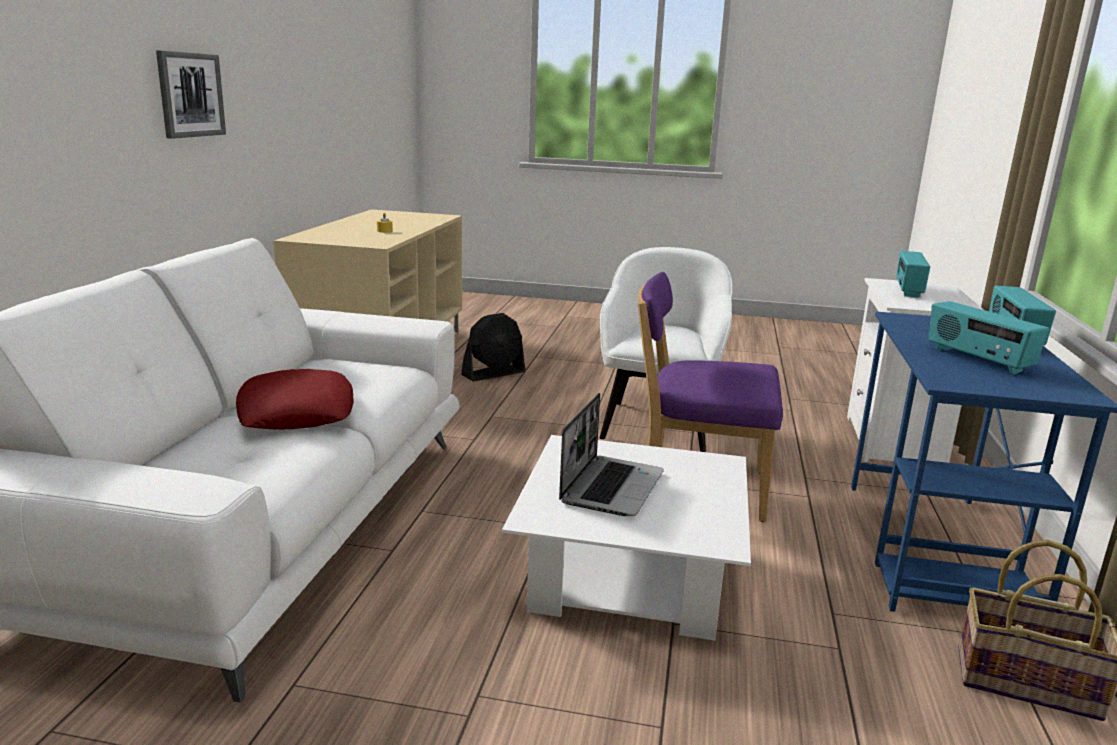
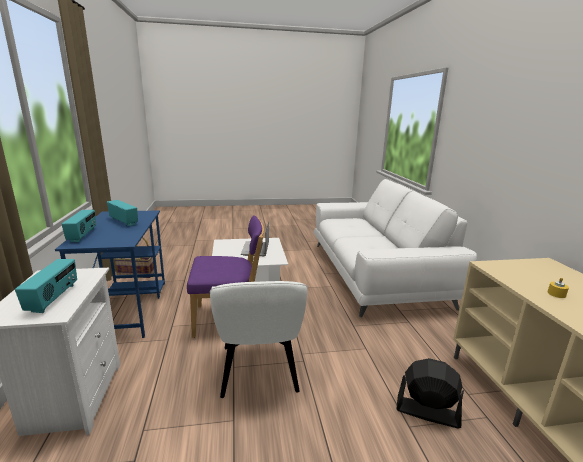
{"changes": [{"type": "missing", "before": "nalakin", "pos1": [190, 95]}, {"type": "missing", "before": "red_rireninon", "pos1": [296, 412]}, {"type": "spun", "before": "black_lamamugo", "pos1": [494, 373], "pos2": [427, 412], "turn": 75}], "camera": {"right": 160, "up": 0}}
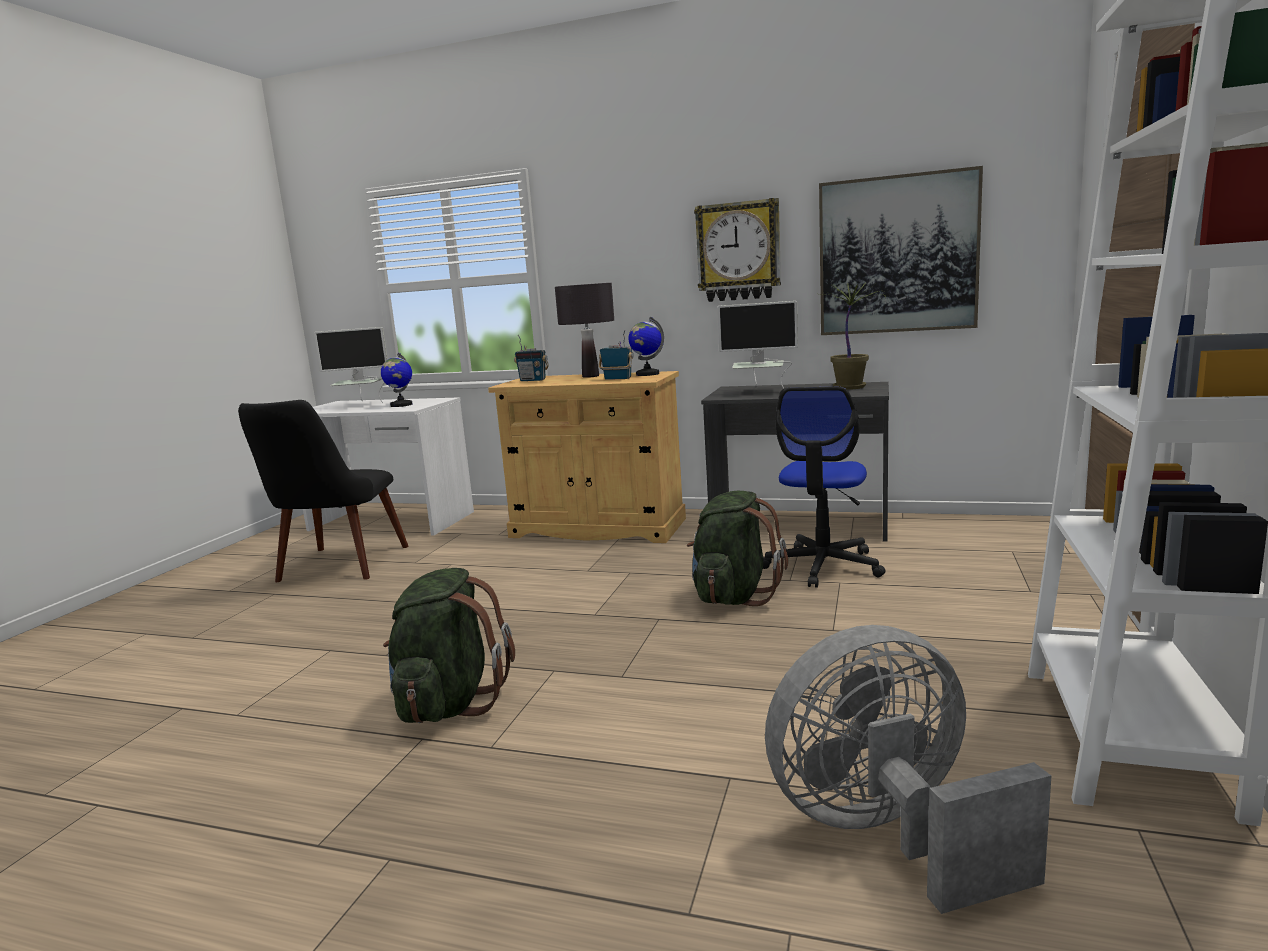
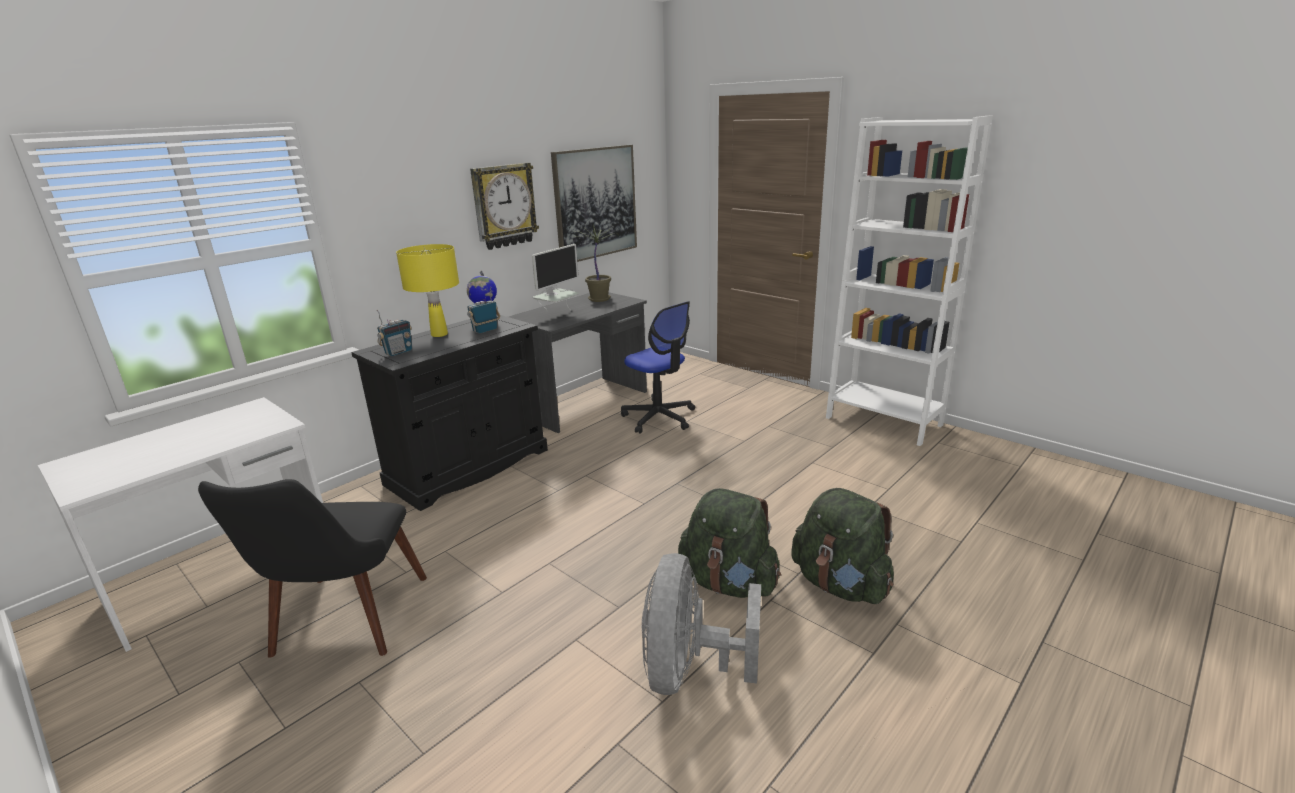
{"changes": [{"type": "missing", "before": "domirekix", "pos1": [361, 405]}, {"type": "missing", "before": "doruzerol", "pos1": [401, 405]}, {"type": "relocated", "before": "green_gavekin", "pos1": [733, 596], "pos2": [840, 584]}, {"type": "relocated", "before": "grey_lamamugo", "pos1": [888, 834], "pos2": [689, 670]}, {"type": "colour", "before": "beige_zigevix", "after": "black_zigevix", "pos1": [597, 528], "pos2": [468, 467]}, {"type": "colour", "before": "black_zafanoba", "after": "yellow_zafanoba", "pos1": [590, 376], "pos2": [439, 334]}, {"type": "spun", "before": "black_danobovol", "pos1": [336, 569], "pos2": [343, 628], "turn": 60}], "camera": {"right": -65, "up": 10}}
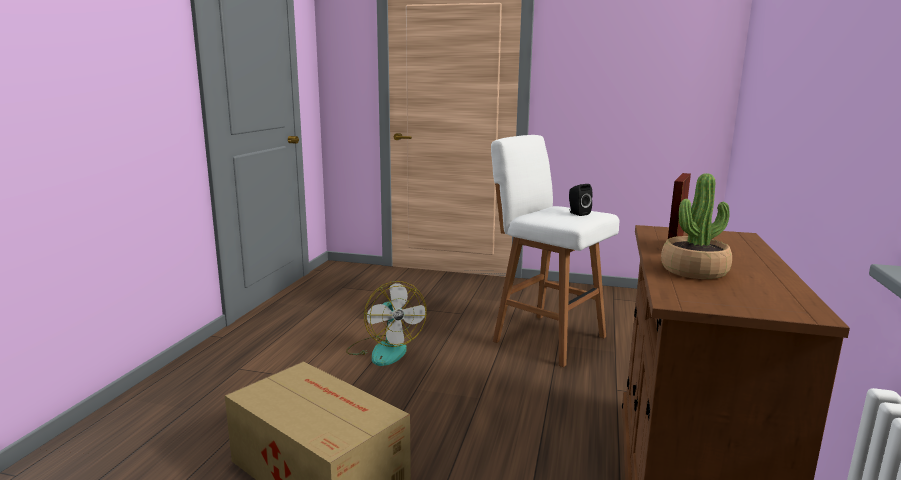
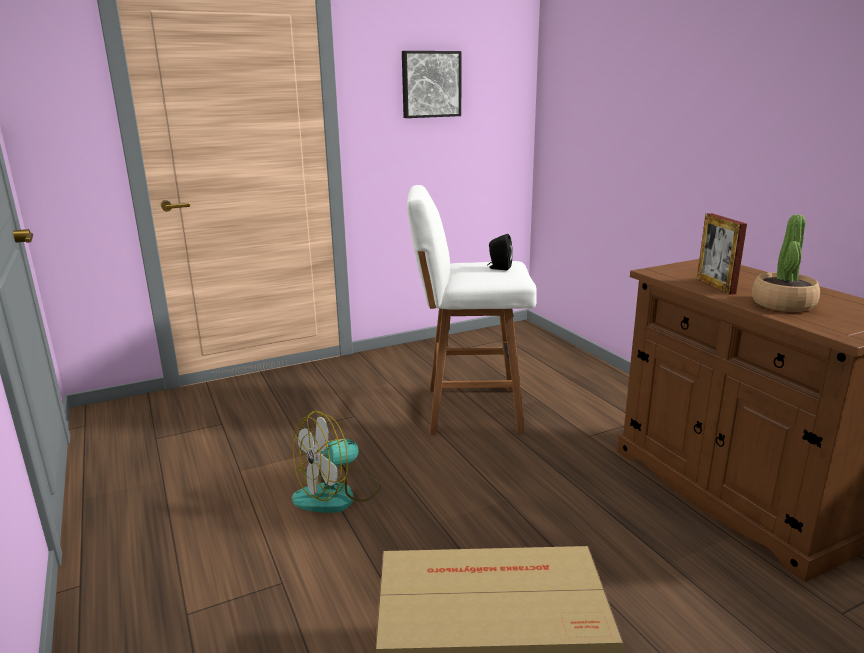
{"changes": [{"type": "appeared", "after": "nalakin", "pos2": [430, 84]}, {"type": "spun", "before": "lamamugo", "pos1": [384, 350], "pos2": [337, 494], "turn": 120}], "camera": {"right": -40, "up": 5}}
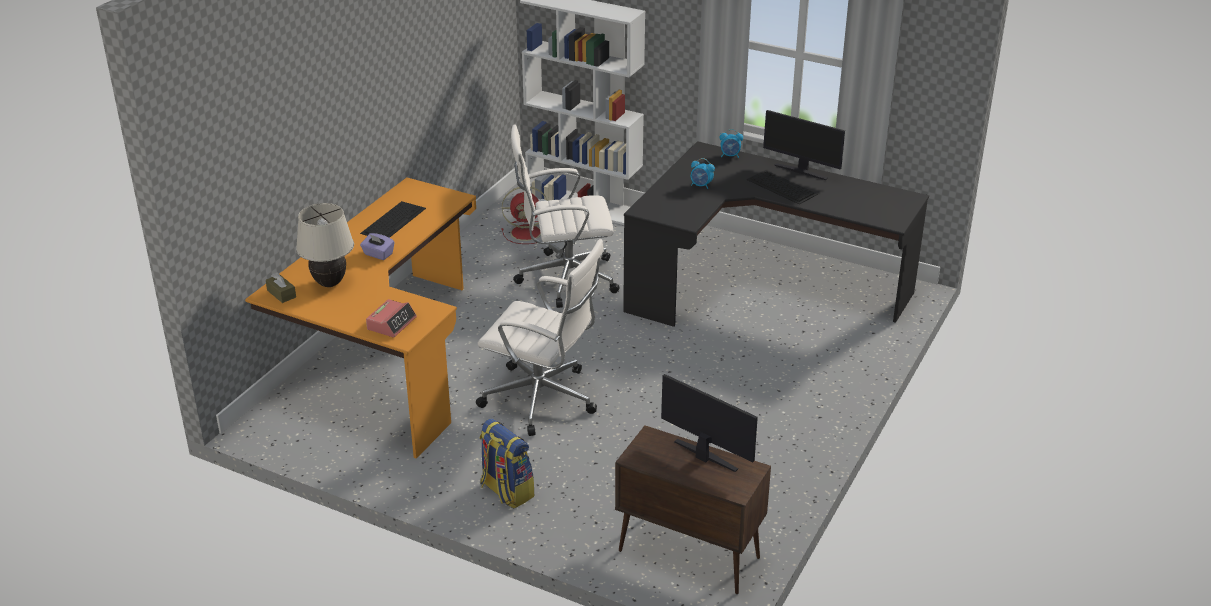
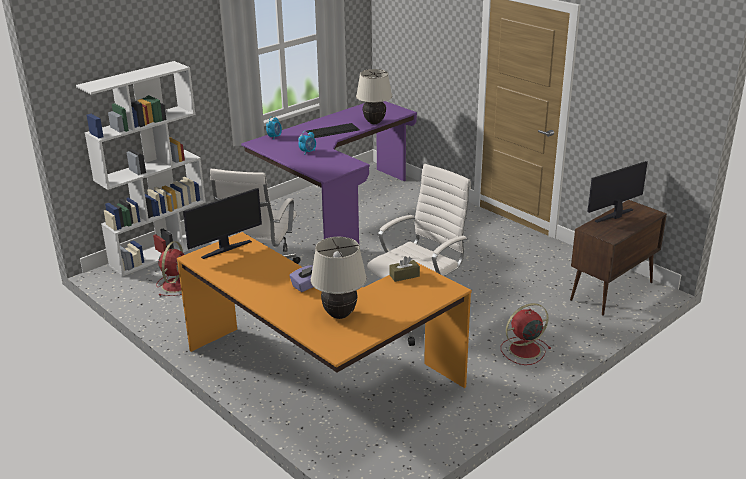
{"changes": [{"type": "missing", "before": "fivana", "pos1": [393, 220]}, {"type": "missing", "before": "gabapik", "pos1": [391, 323]}, {"type": "appeared", "after": "beige_zafanoba", "pos2": [374, 122]}, {"type": "relocated", "before": "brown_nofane", "pos1": [281, 294], "pos2": [404, 275]}, {"type": "relocated", "before": "domirekix", "pos1": [801, 171], "pos2": [225, 249]}, {"type": "exchanged", "before": "gavekin", "after": "red_lamamugo", "pos1": [506, 491], "pos2": [523, 350]}, {"type": "colour", "before": "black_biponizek", "after": "purple_biponizek", "pos1": [760, 287], "pos2": [334, 211]}], "camera": {"right": -70, "up": -5}}
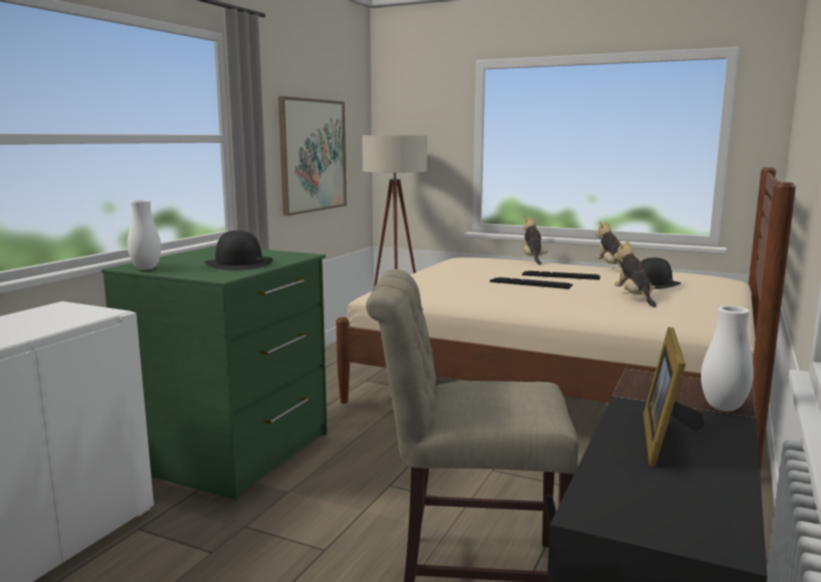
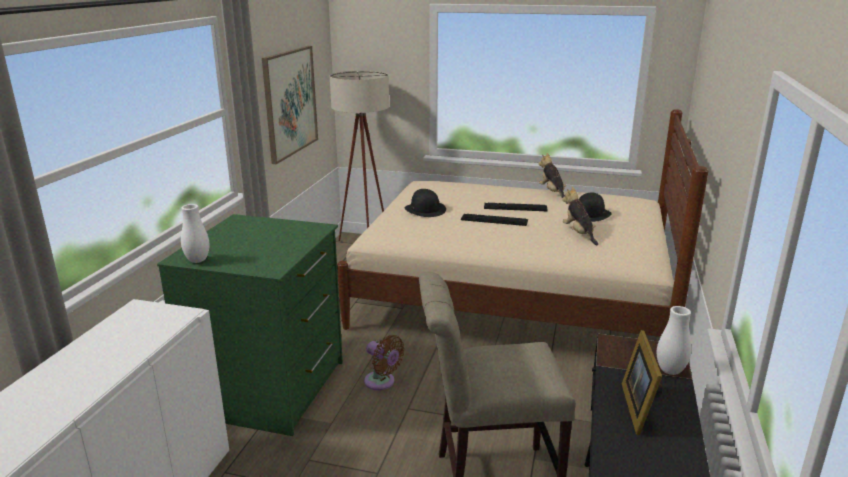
{"changes": [{"type": "missing", "before": "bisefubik", "pos1": [533, 259]}, {"type": "appeared", "after": "brown_lamamugo", "pos2": [382, 382]}, {"type": "relocated", "before": "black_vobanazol", "pos1": [239, 264], "pos2": [425, 209]}], "camera": {"right": -10, "up": 10}}
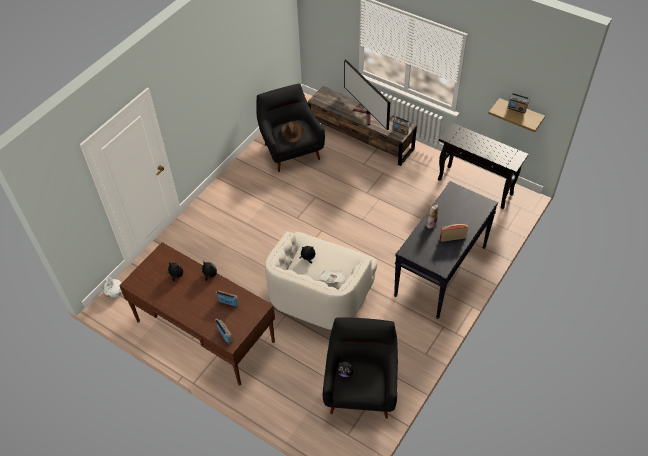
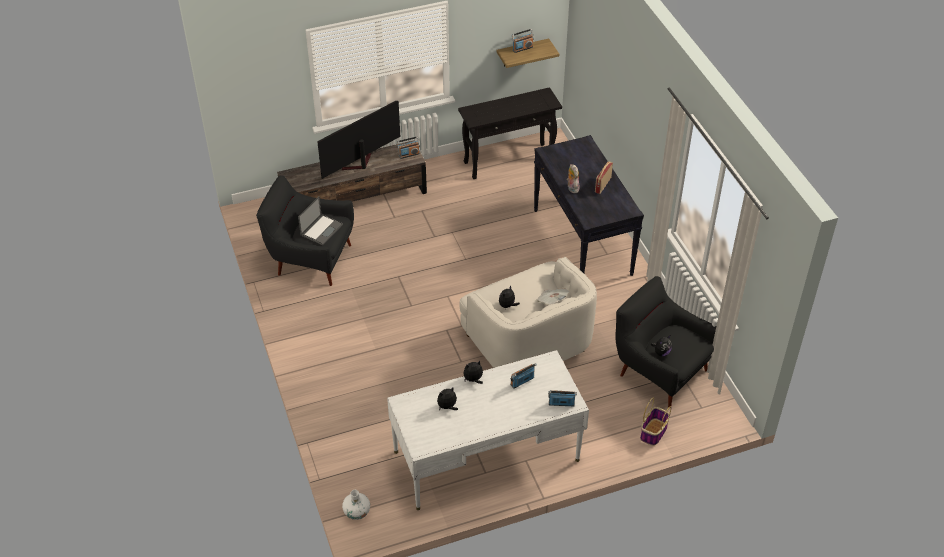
{"changes": [{"type": "appeared", "after": "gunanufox", "pos2": [653, 433]}, {"type": "exchanged", "before": "brown_vobanazol", "after": "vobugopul", "pos1": [293, 133], "pos2": [322, 229]}, {"type": "colour", "before": "brown_biponizek", "after": "white_biponizek", "pos1": [205, 331], "pos2": [486, 456]}, {"type": "spun", "before": "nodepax", "pos1": [366, 115], "pos2": [359, 165], "turn": 135}], "camera": {"right": -55, "up": -5}}
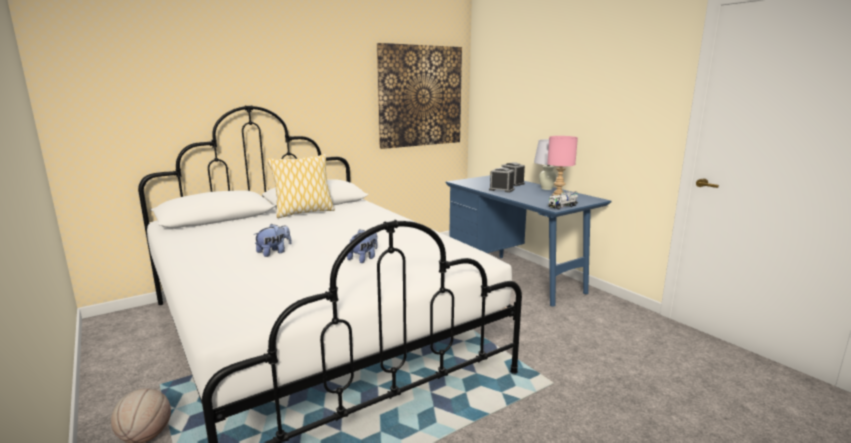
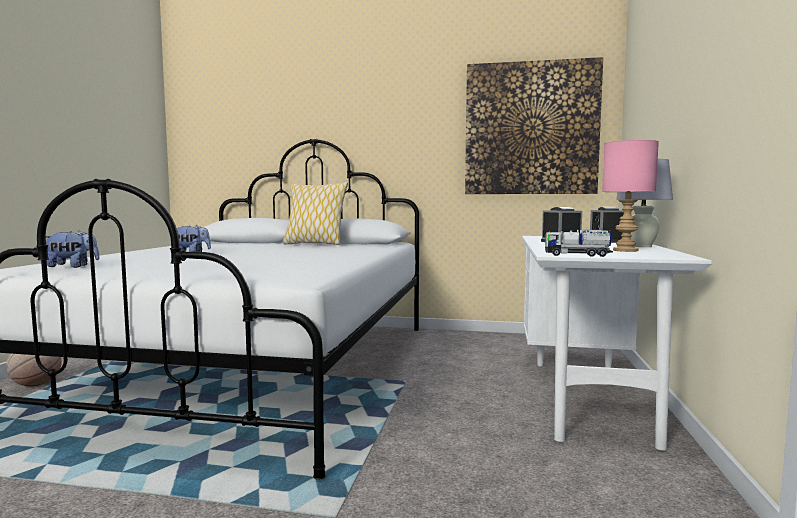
{"changes": [{"type": "relocated", "before": "bisefubik", "pos1": [364, 258], "pos2": [72, 266]}, {"type": "colour", "before": "blue_biponizek", "after": "white_biponizek", "pos1": [516, 275], "pos2": [585, 392]}], "camera": {"right": 45, "up": -10}}
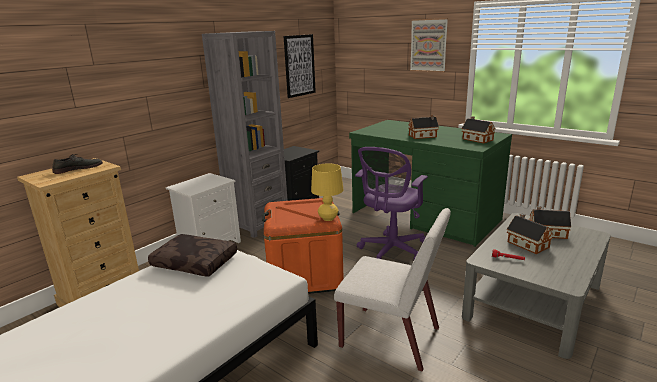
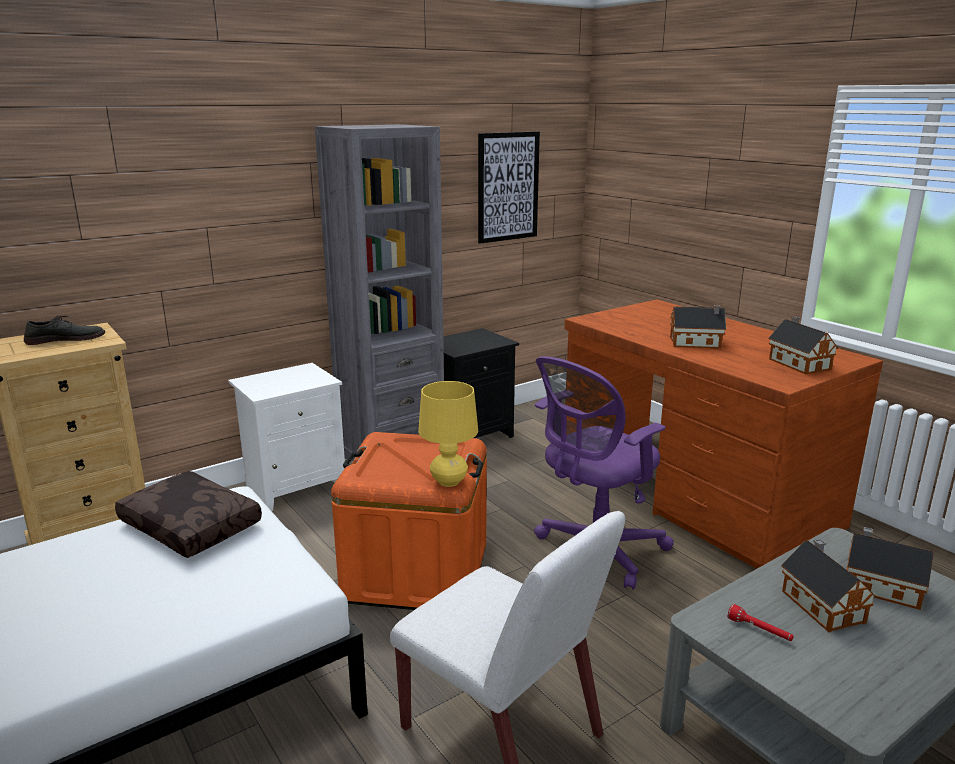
{"changes": [{"type": "missing", "before": "nalakin", "pos1": [428, 45]}, {"type": "colour", "before": "green_biponizek", "after": "brown_biponizek", "pos1": [424, 216], "pos2": [693, 494]}], "camera": {"right": 15, "up": 0}}
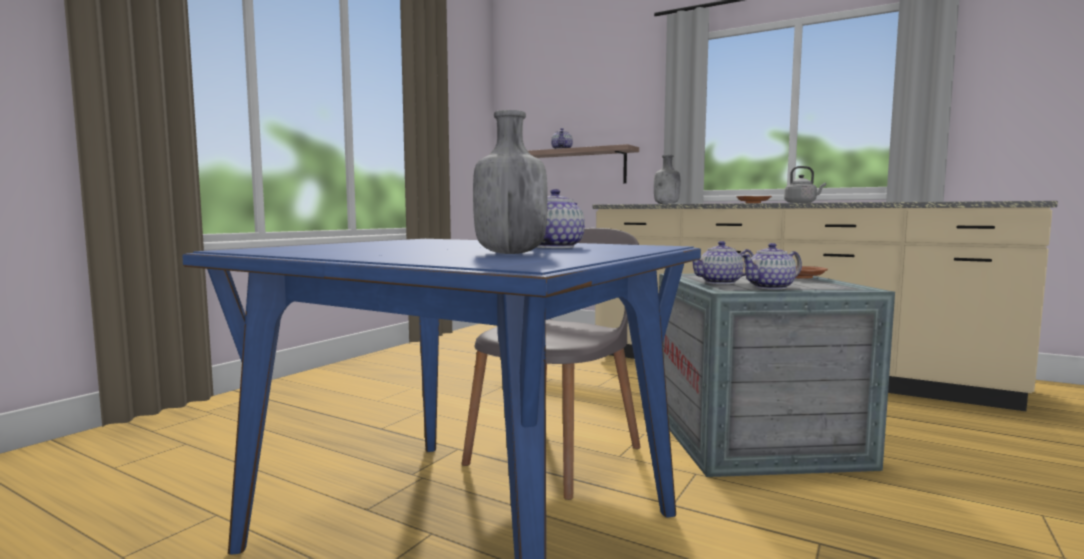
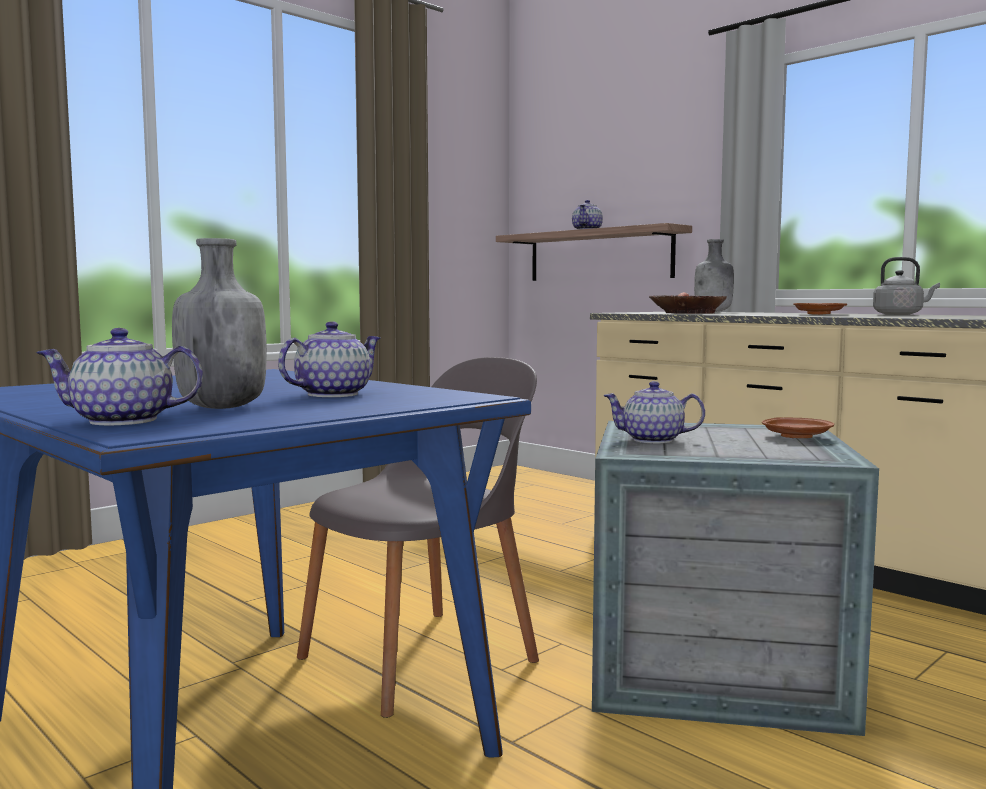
{"changes": [{"type": "appeared", "after": "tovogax", "pos2": [687, 313]}, {"type": "relocated", "before": "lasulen", "pos1": [771, 287], "pos2": [124, 421]}], "camera": {"right": 15, "up": 0}}
